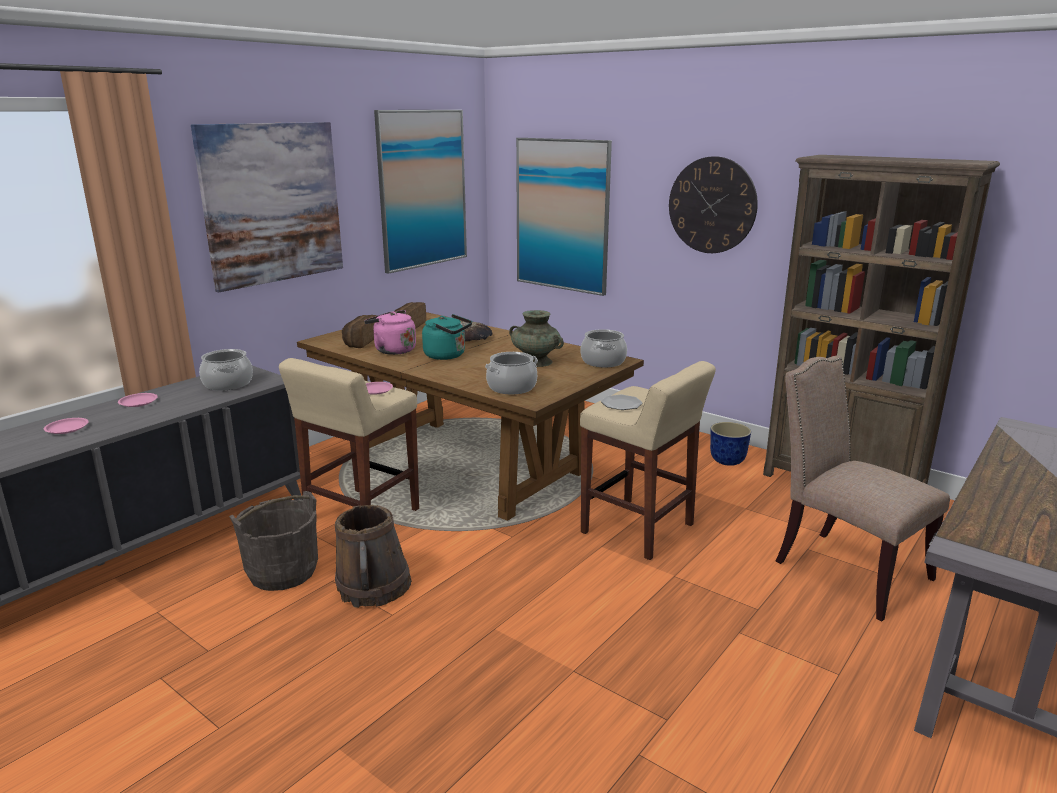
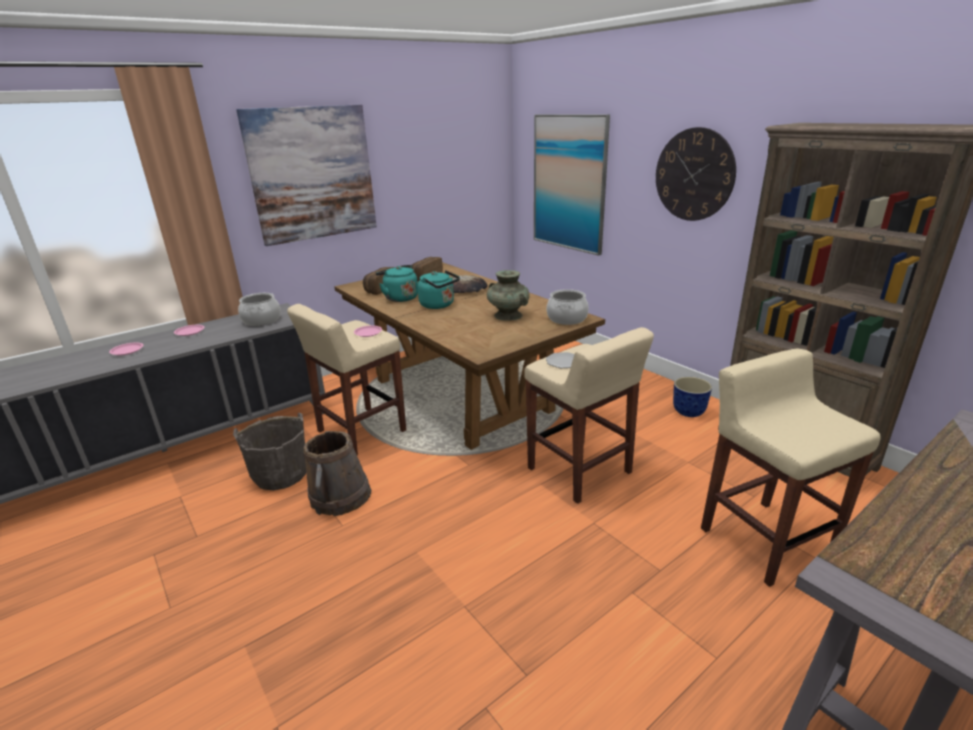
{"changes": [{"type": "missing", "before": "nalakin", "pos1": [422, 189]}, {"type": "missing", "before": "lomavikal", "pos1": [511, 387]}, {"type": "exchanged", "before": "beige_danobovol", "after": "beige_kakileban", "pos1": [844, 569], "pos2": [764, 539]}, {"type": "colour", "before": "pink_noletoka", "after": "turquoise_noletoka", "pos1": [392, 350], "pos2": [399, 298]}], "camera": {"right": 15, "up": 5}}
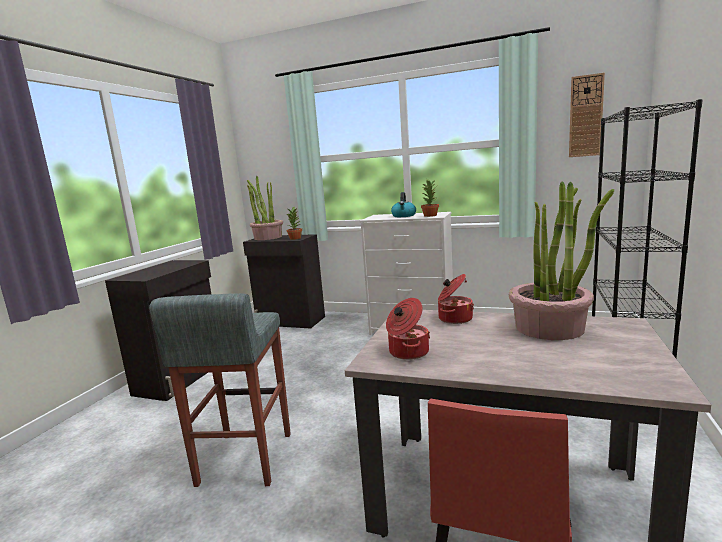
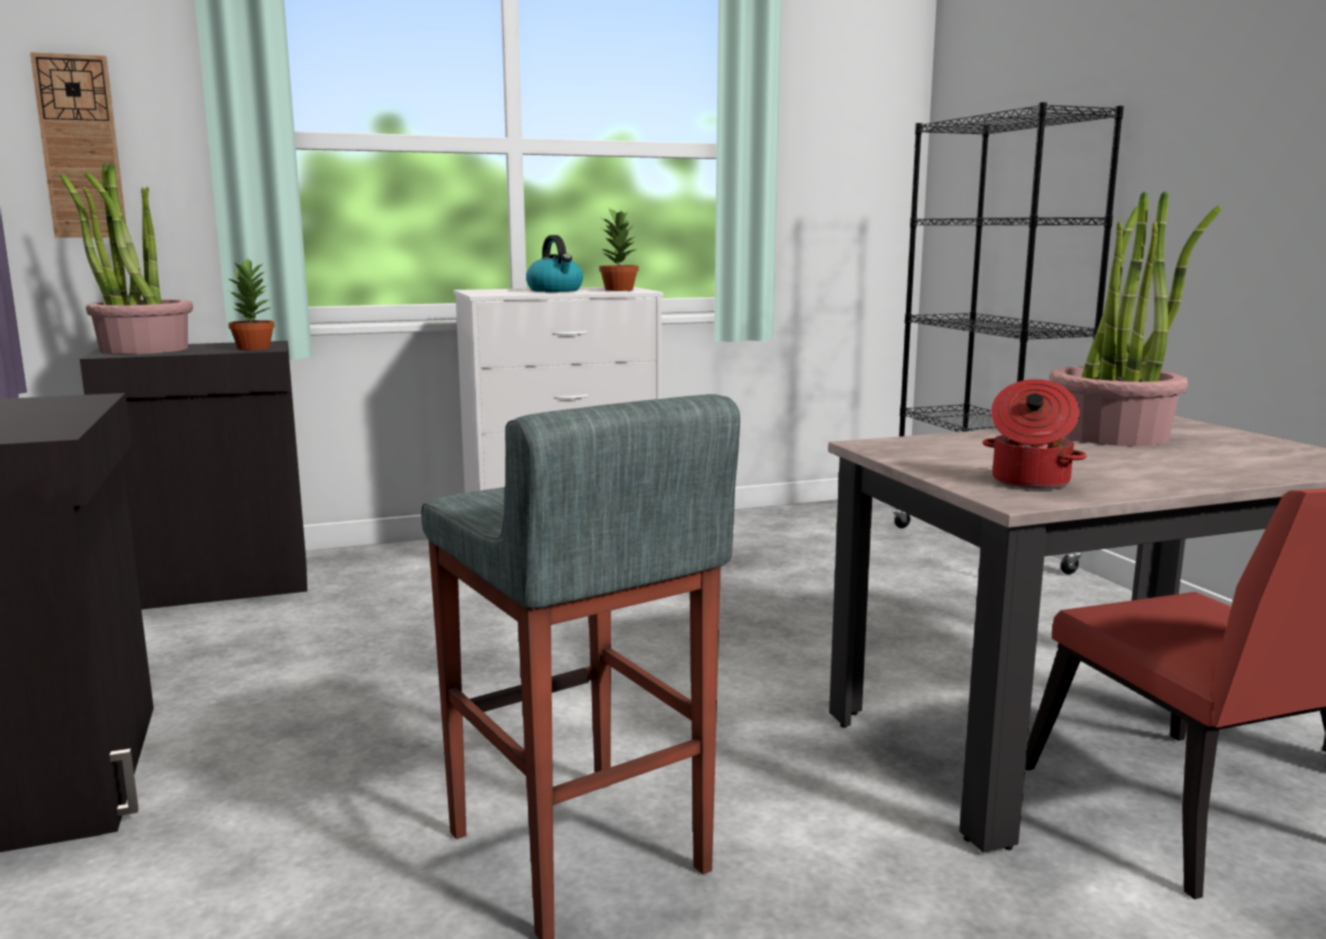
{"changes": [{"type": "missing", "before": "lomavikal", "pos1": [454, 318]}, {"type": "relocated", "before": "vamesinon", "pos1": [585, 116], "pos2": [80, 147]}], "camera": {"right": -40, "up": 0}}
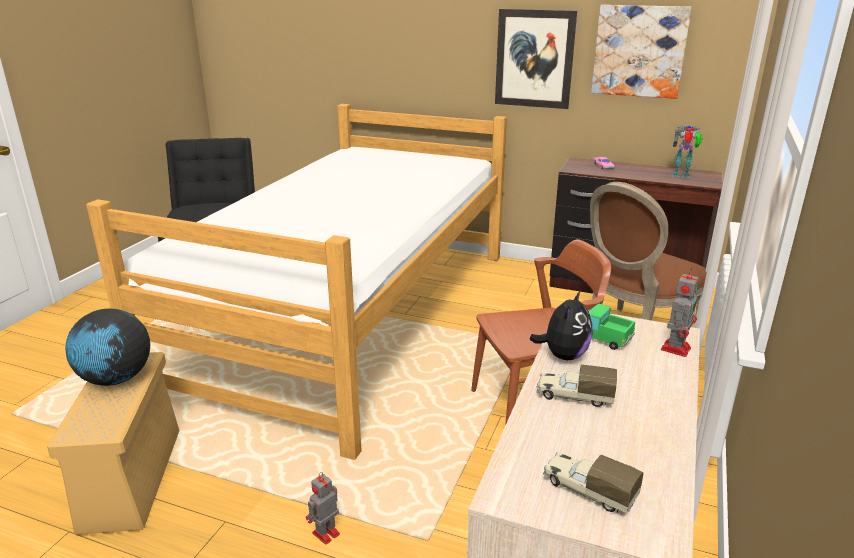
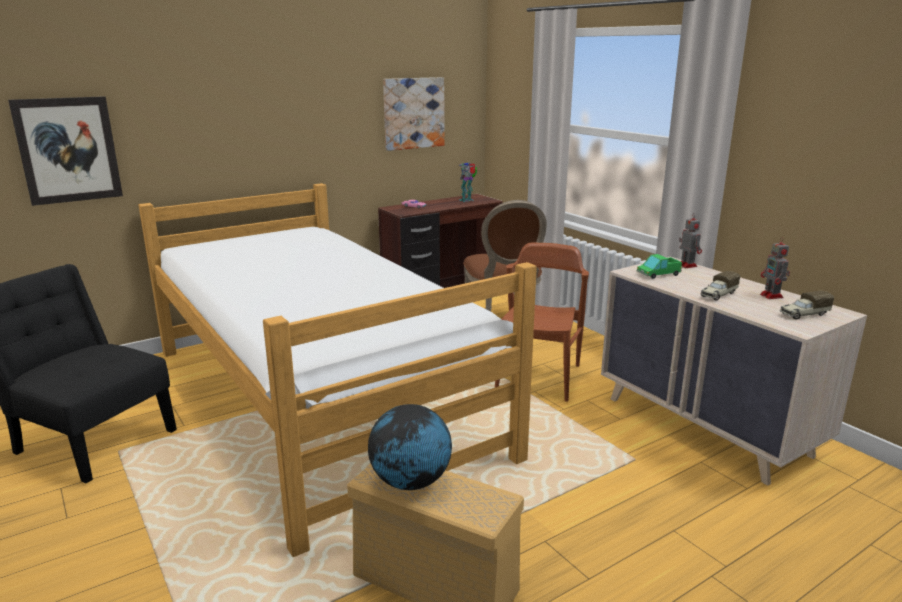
{"changes": [{"type": "missing", "before": "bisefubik", "pos1": [563, 355]}, {"type": "relocated", "before": "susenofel", "pos1": [324, 534], "pos2": [772, 296]}, {"type": "relocated", "before": "nalakin", "pos1": [534, 59], "pos2": [68, 150]}], "camera": {"right": -55, "up": -5}}
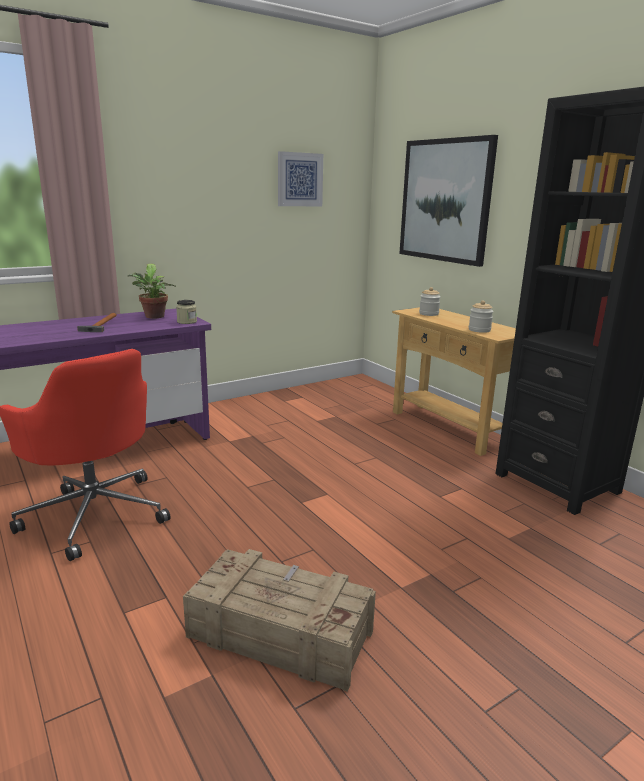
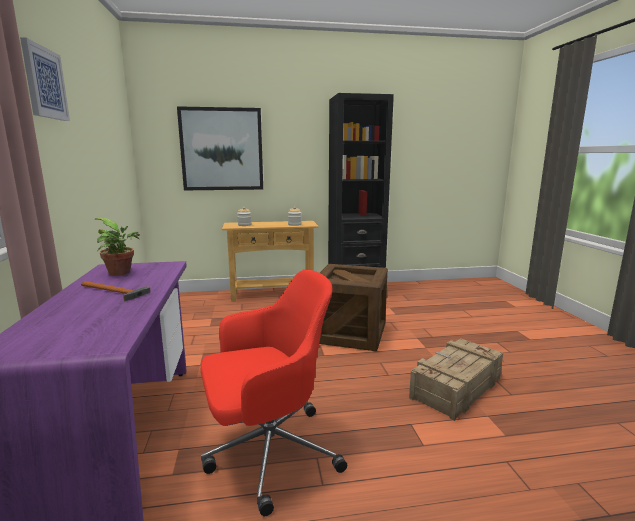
{"changes": [{"type": "missing", "before": "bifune", "pos1": [187, 322]}, {"type": "appeared", "after": "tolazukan", "pos2": [350, 333]}, {"type": "relocated", "before": "nalakin", "pos1": [299, 179], "pos2": [44, 83]}], "camera": {"right": -65, "up": -5}}
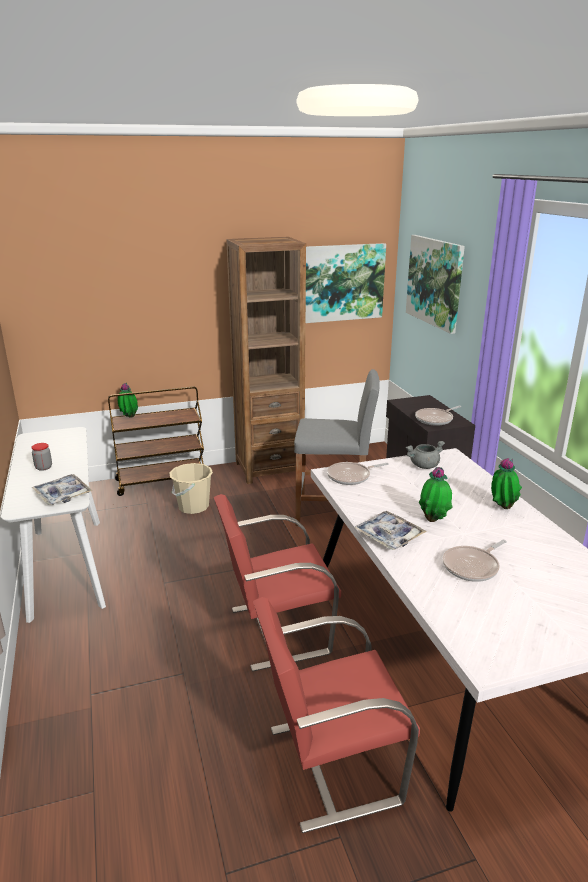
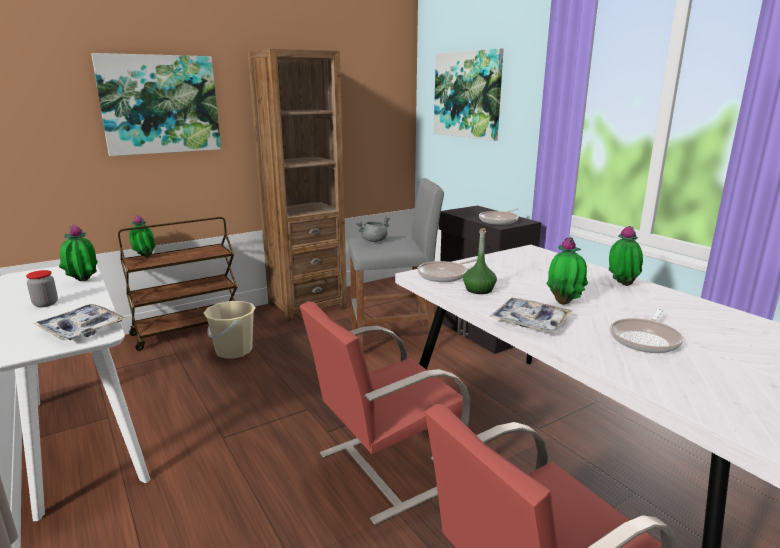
{"changes": [{"type": "appeared", "after": "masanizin", "pos2": [83, 282]}, {"type": "appeared", "after": "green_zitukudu", "pos2": [479, 290]}, {"type": "relocated", "before": "nalakin", "pos1": [342, 282], "pos2": [160, 104]}, {"type": "relocated", "before": "grey_lomavikal", "pos1": [424, 466], "pos2": [374, 241]}], "camera": {"right": -15, "up": -5}}
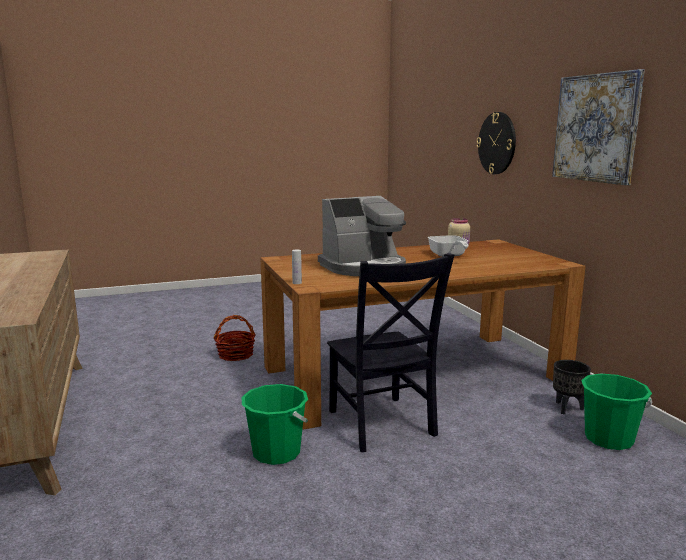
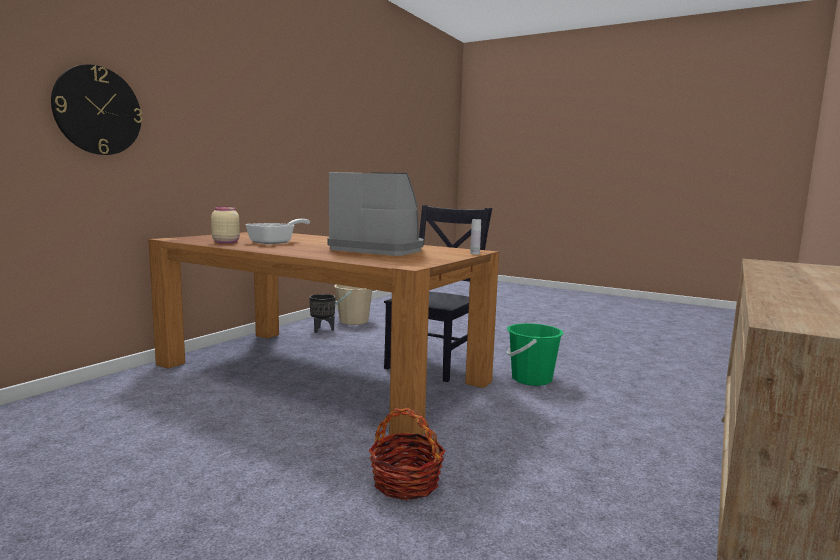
{"changes": [{"type": "missing", "before": "nalakin", "pos1": [596, 128]}, {"type": "colour", "before": "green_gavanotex", "after": "beige_gavanotex", "pos1": [609, 439], "pos2": [353, 321]}], "camera": {"right": -130, "up": -5}}
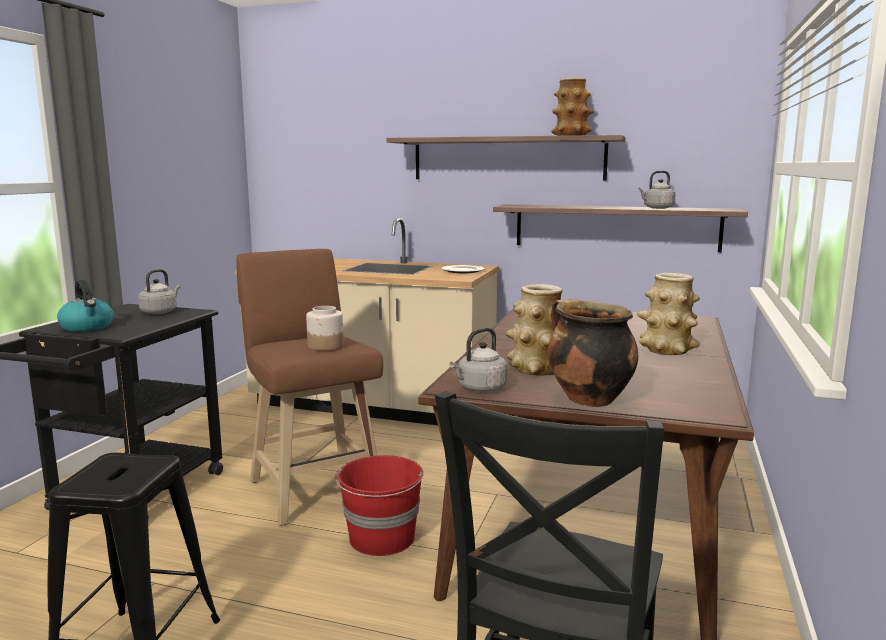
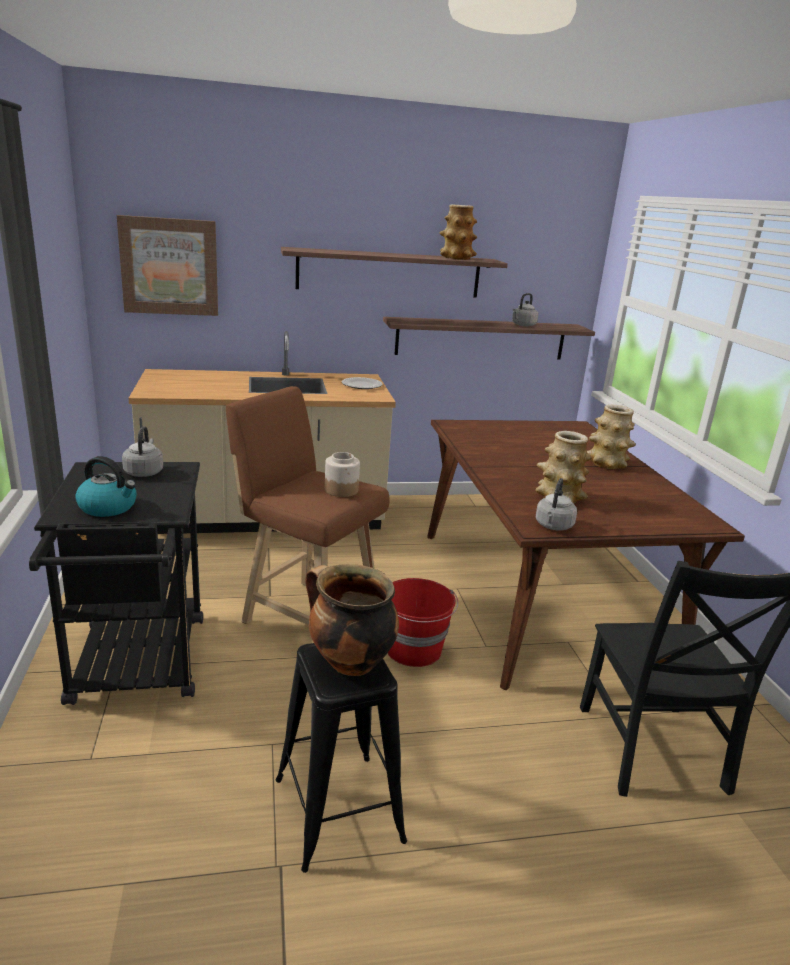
{"changes": [{"type": "appeared", "after": "nalakin", "pos2": [169, 266]}, {"type": "relocated", "before": "lomavikal", "pos1": [587, 399], "pos2": [349, 662]}], "camera": {"right": -30, "up": 10}}
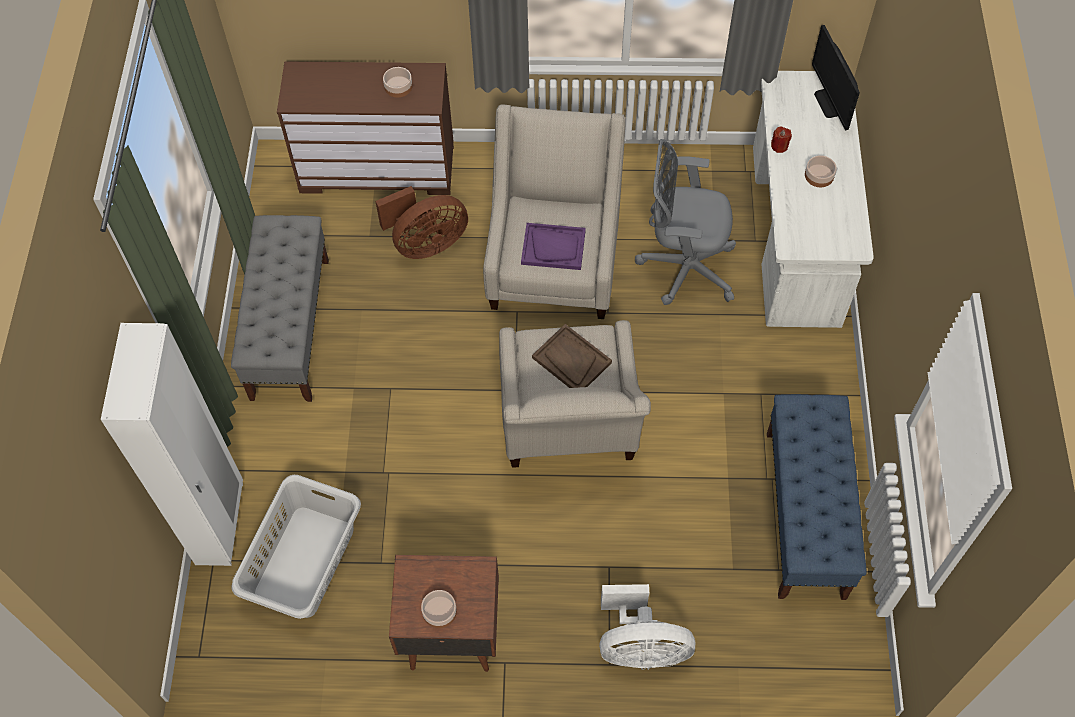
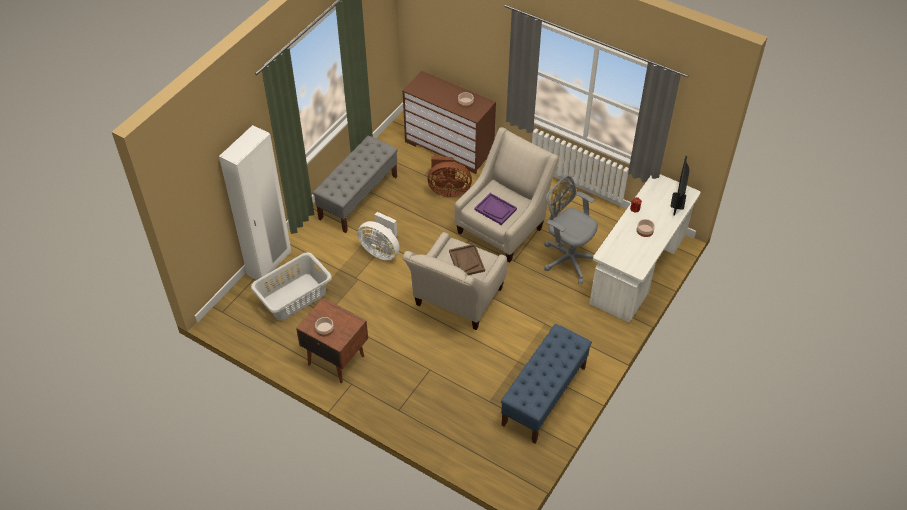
{"changes": [{"type": "relocated", "before": "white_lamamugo", "pos1": [640, 647], "pos2": [381, 251]}], "camera": {"right": 30, "up": -10}}
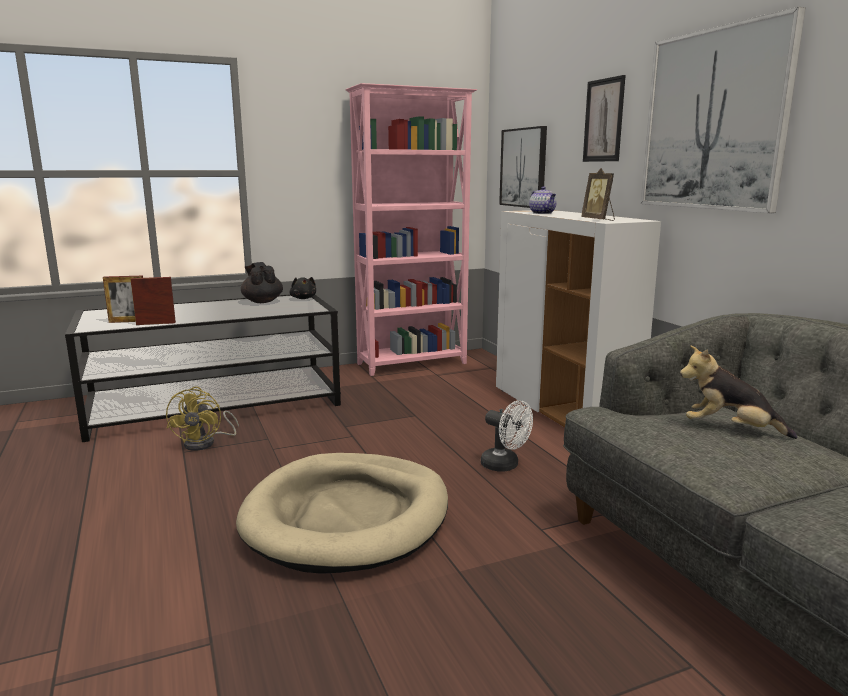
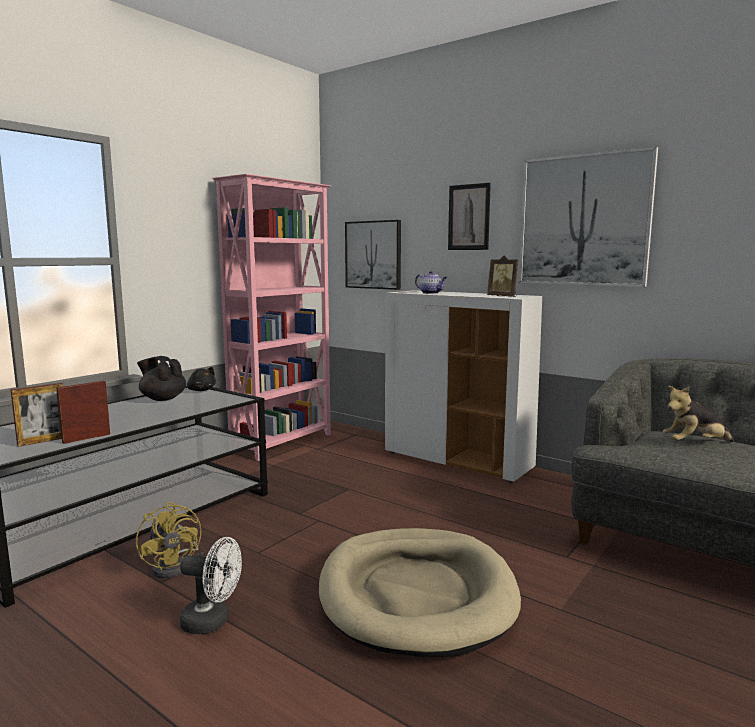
{"changes": [{"type": "relocated", "before": "white_lamamugo", "pos1": [505, 466], "pos2": [213, 622]}], "camera": {"right": -30, "up": -5}}
